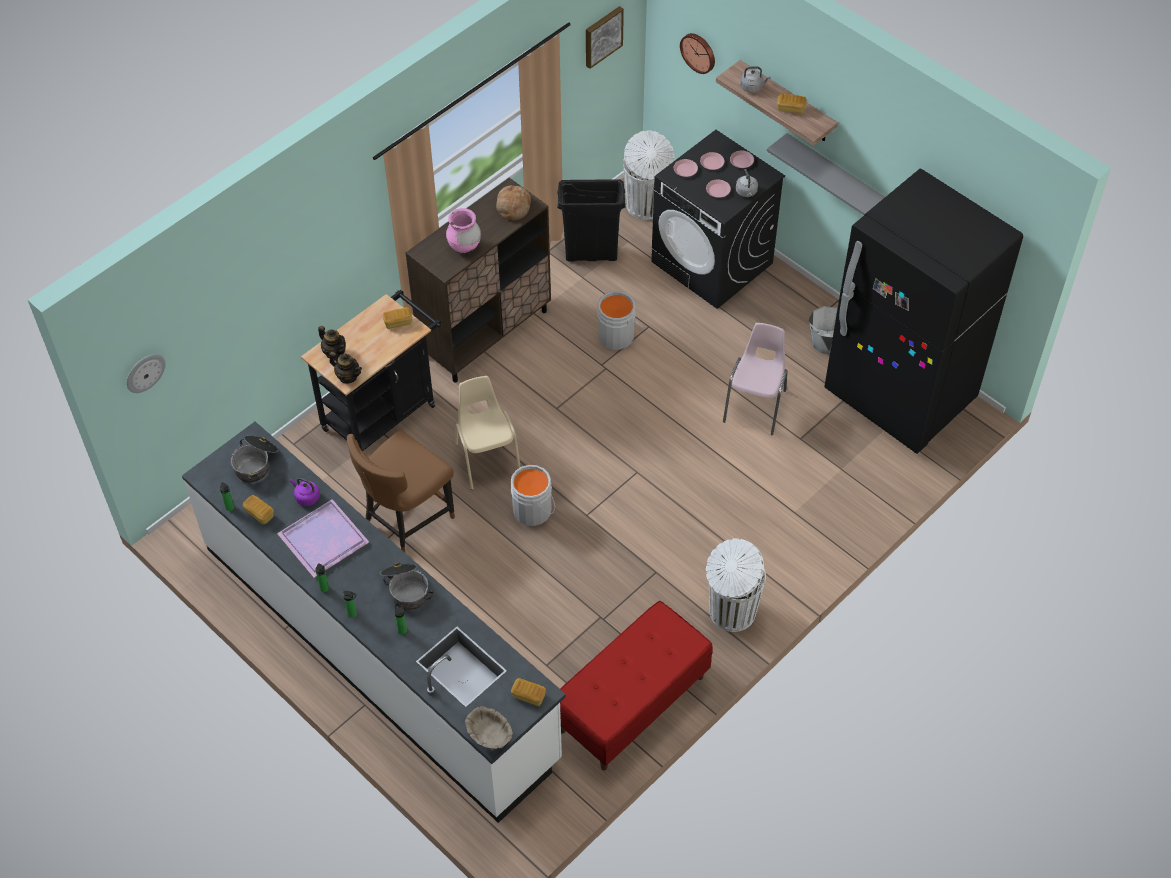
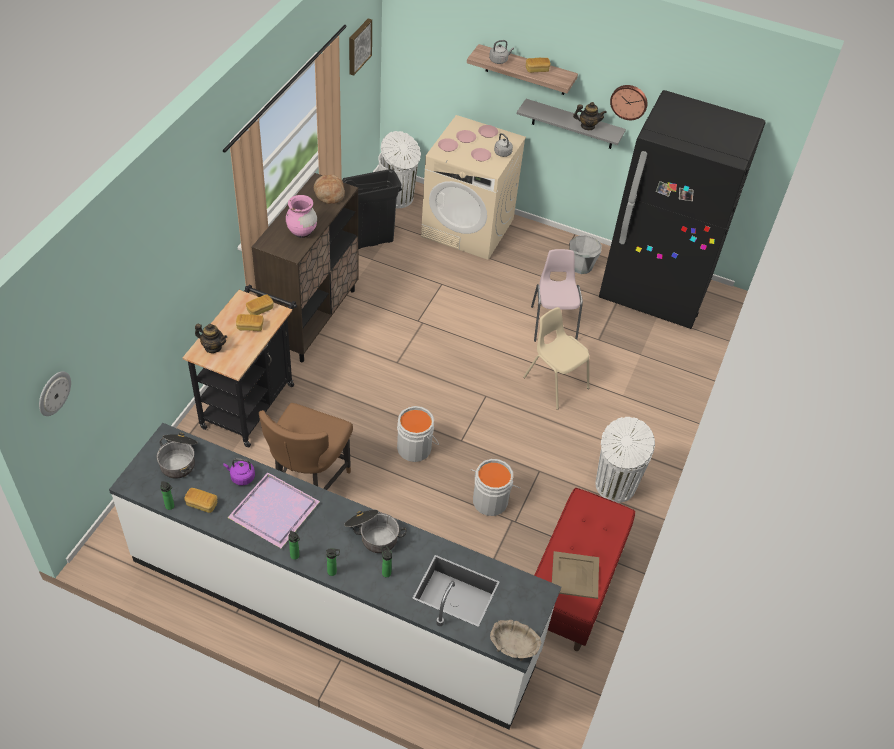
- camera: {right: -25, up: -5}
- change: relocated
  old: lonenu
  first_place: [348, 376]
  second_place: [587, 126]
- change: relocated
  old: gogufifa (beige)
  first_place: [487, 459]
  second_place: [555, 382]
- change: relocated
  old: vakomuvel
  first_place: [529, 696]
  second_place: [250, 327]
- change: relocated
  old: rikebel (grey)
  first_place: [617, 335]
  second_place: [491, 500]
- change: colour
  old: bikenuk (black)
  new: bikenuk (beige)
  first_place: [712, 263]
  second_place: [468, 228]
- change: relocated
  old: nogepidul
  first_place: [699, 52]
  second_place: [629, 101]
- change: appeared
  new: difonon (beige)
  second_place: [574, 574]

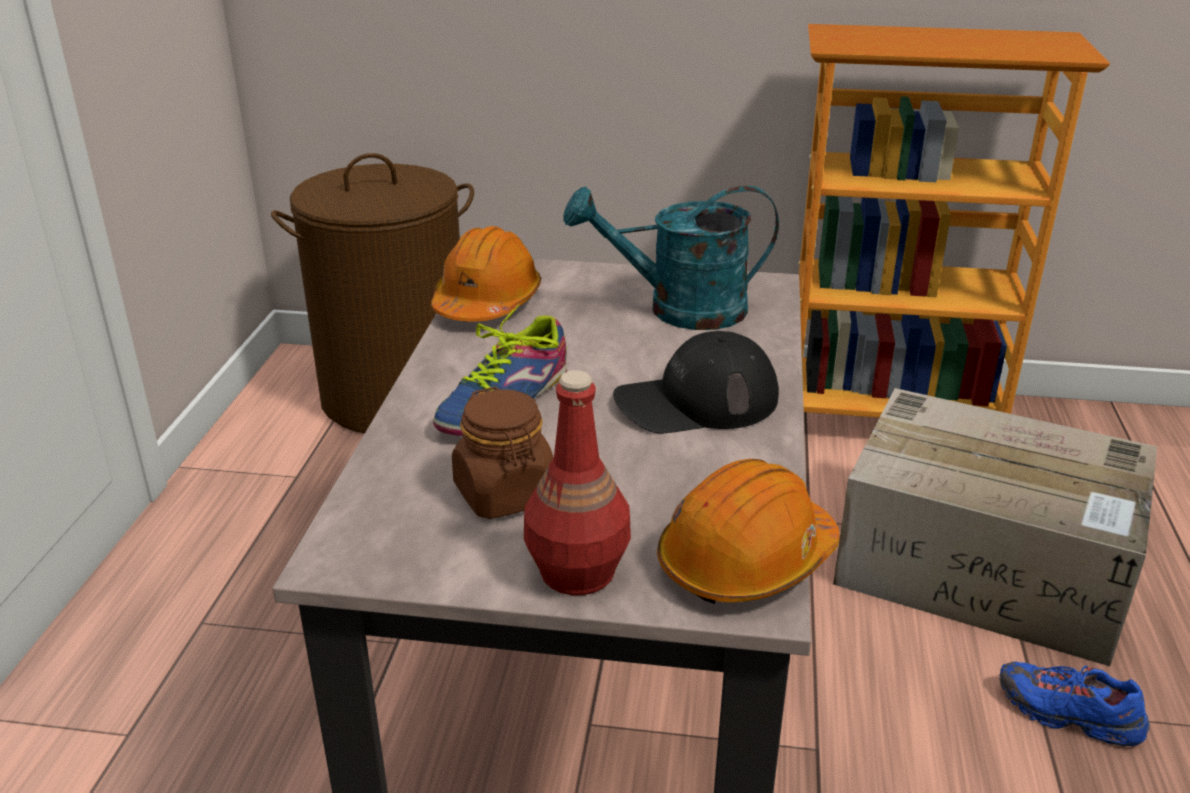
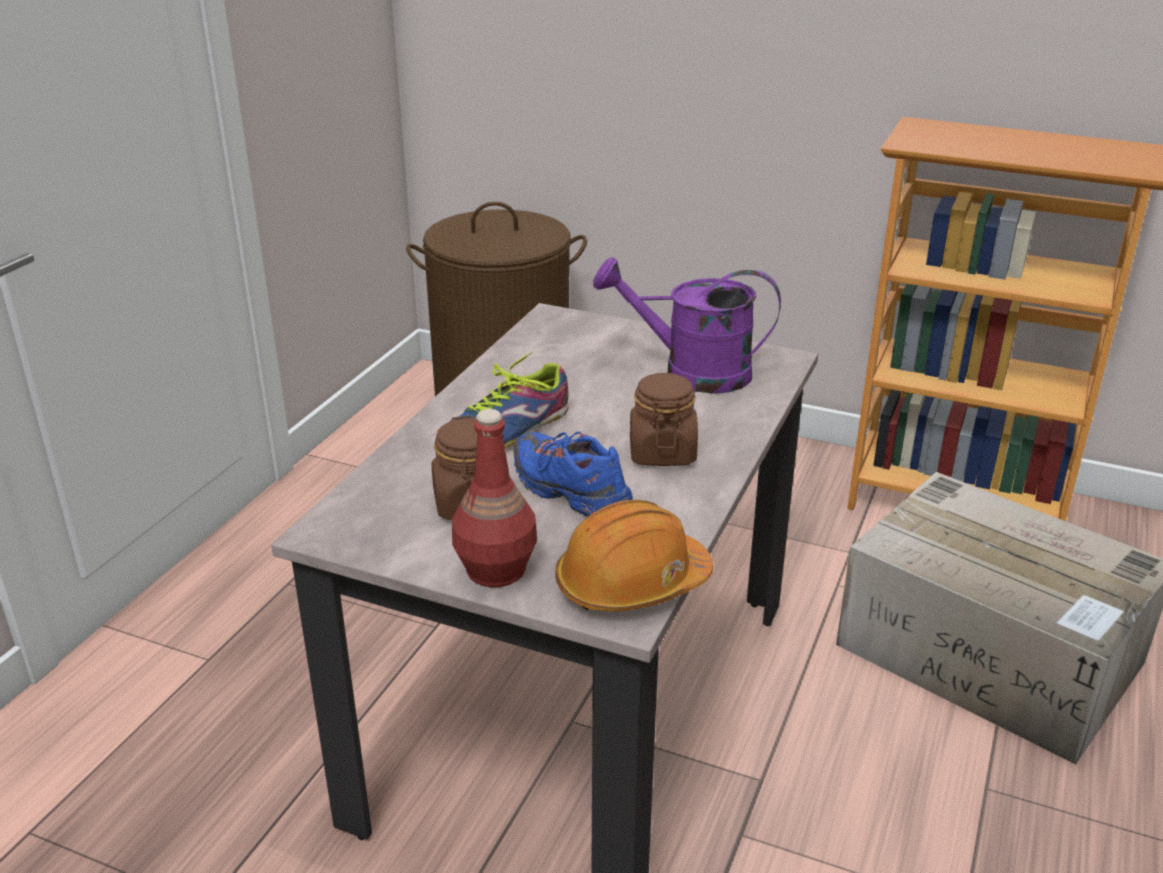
- camera: {right: 15, up: 0}
- change: missing
  old: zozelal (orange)
  first_place: [487, 302]
- change: colour
  old: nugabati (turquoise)
  new: nugabati (purple)
  first_place: [679, 310]
  second_place: [691, 372]
- change: exchanged
  old: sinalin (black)
  new: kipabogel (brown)
  first_place: [696, 401]
  second_place: [662, 452]
- change: relocated
  old: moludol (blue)
  first_place: [1068, 716]
  second_place: [569, 491]

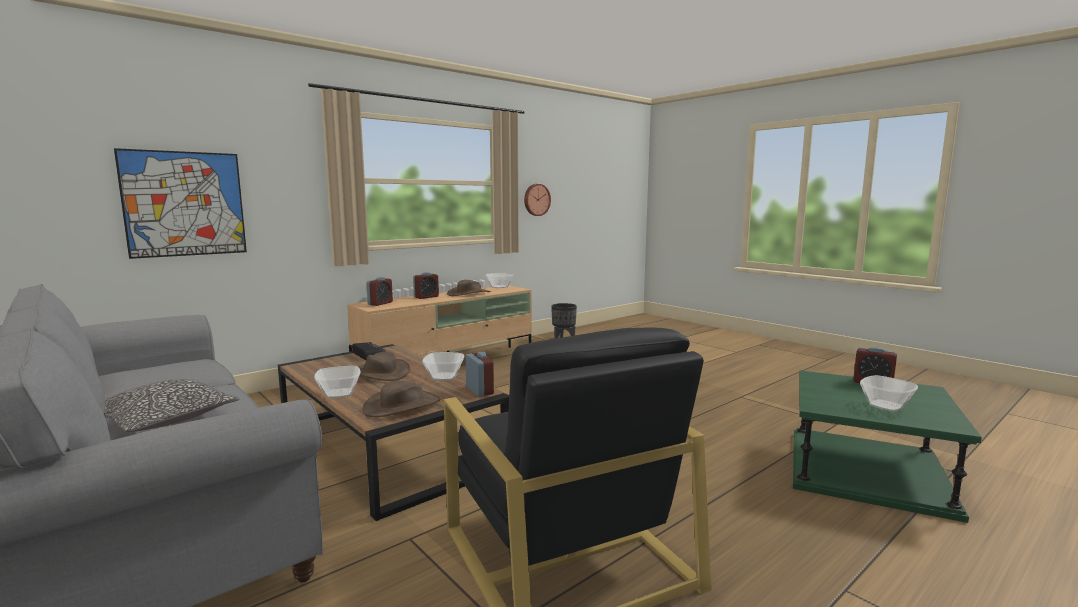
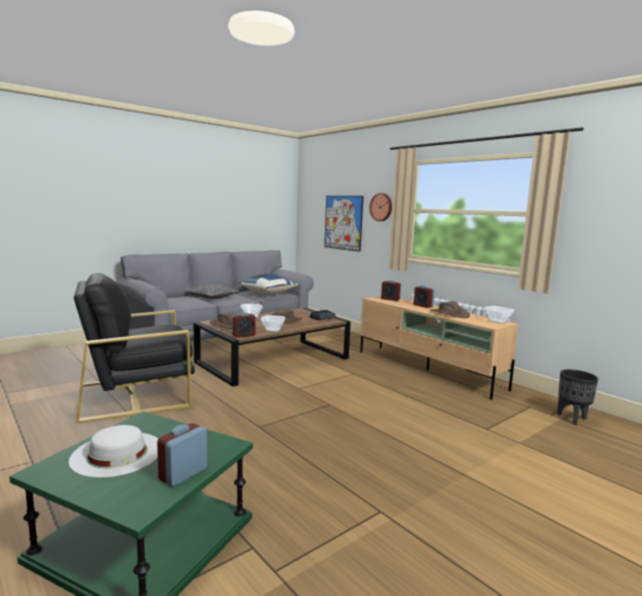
- camera: {right: 90, up: 0}
- change: relocated
  old: nogepidul
  first_place: [536, 199]
  second_place: [381, 207]
- change: exchanged
  old: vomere
  new: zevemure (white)
  first_place: [885, 406]
  second_place: [117, 453]
- change: appeared
  new: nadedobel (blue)
  second_place: [268, 293]

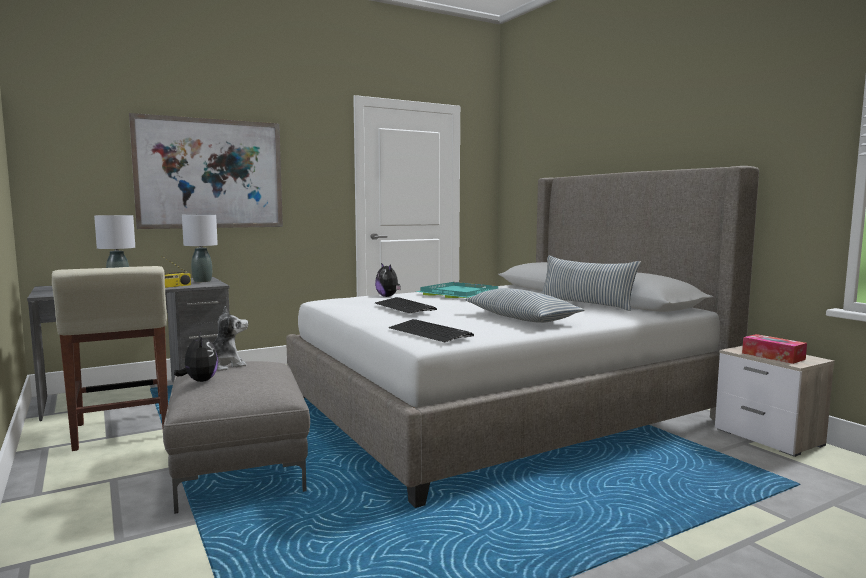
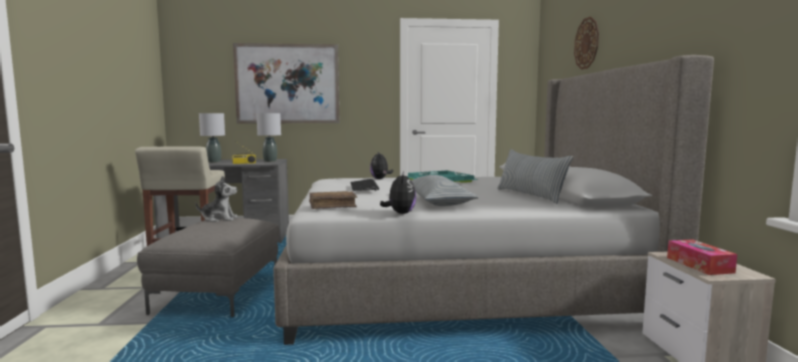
- camera: {right: 25, up: 0}
- change: relocated
  old: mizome
  first_place: [199, 381]
  second_place: [400, 213]
- change: exchanged
  old: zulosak
  new: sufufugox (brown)
  first_place: [430, 332]
  second_place: [332, 205]
- change: appeared
  new: nogepidul
  second_place: [587, 43]

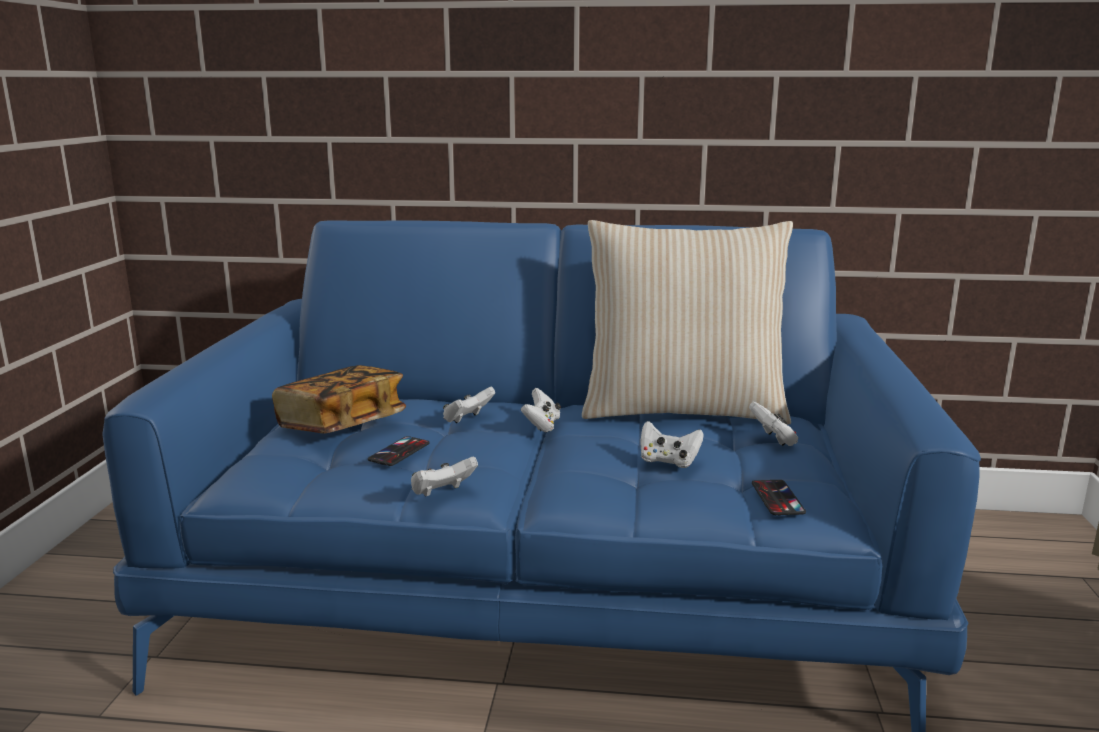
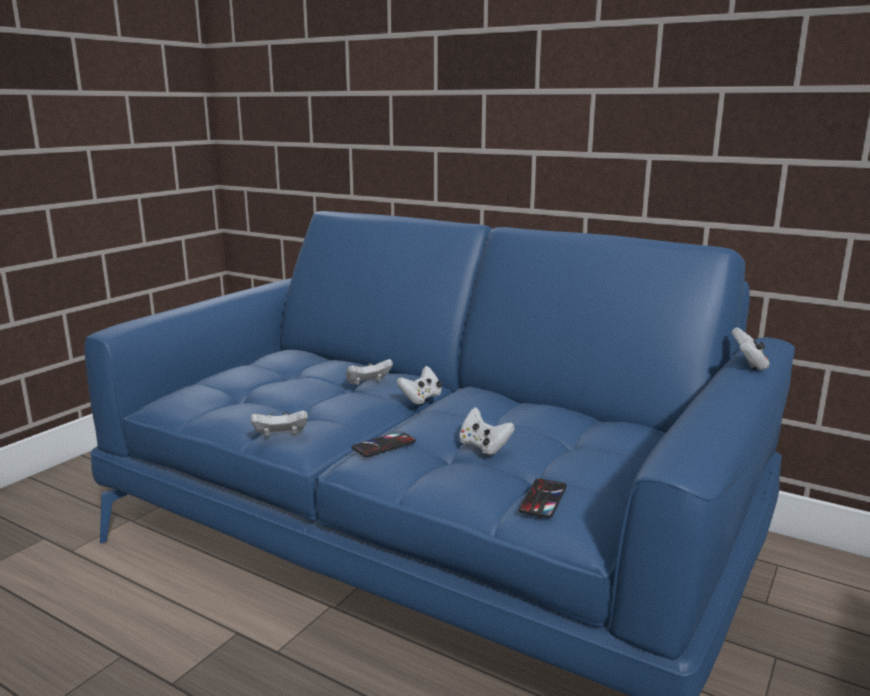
- camera: {right: 25, up: 0}
- change: missing
  old: sufufugox
  first_place: [342, 424]
- change: relocated
  old: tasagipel
  first_place: [399, 452]
  second_place: [384, 445]
- change: missing
  old: nadedobel (beige)
  first_place: [682, 410]
- change: relocated
  old: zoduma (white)
  first_place: [773, 440]
  second_place: [748, 364]

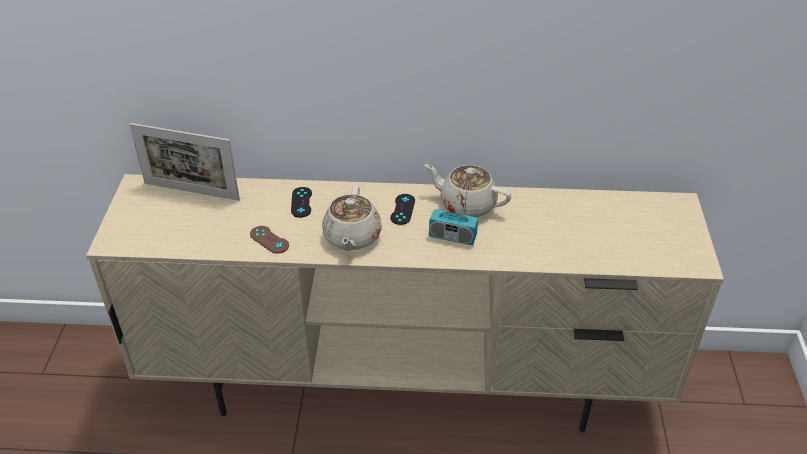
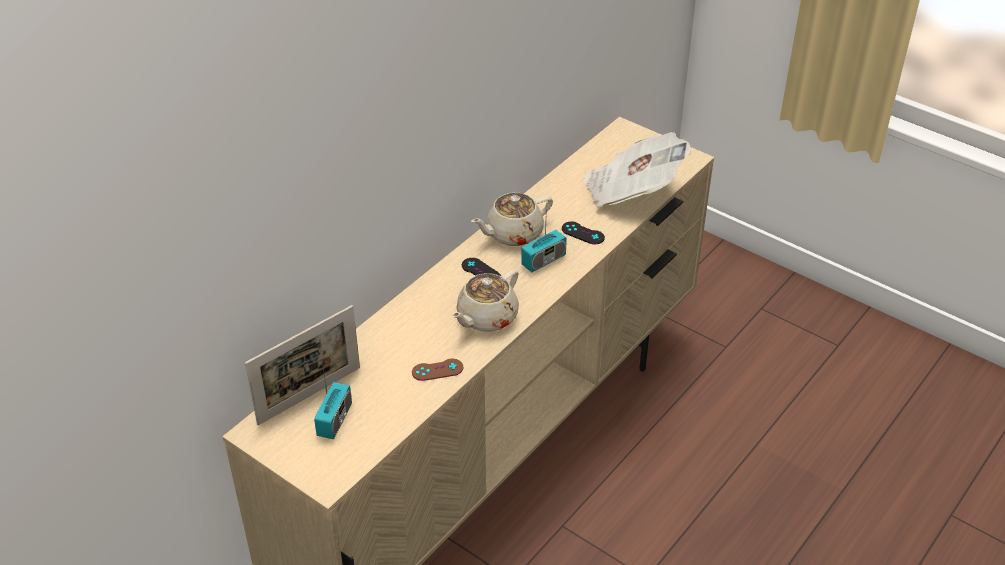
- camera: {right: -55, up: 0}
- change: relocated
  old: zoduma (black)
  first_place: [301, 202]
  second_place: [583, 233]
- change: spun
  old: lonenu (beige)
  first_place: [352, 237]
  second_place: [486, 317]
  degrees: 90
- change: appeared
  new: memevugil
  second_place: [335, 420]
- change: appeared
  new: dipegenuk
  second_place: [632, 191]

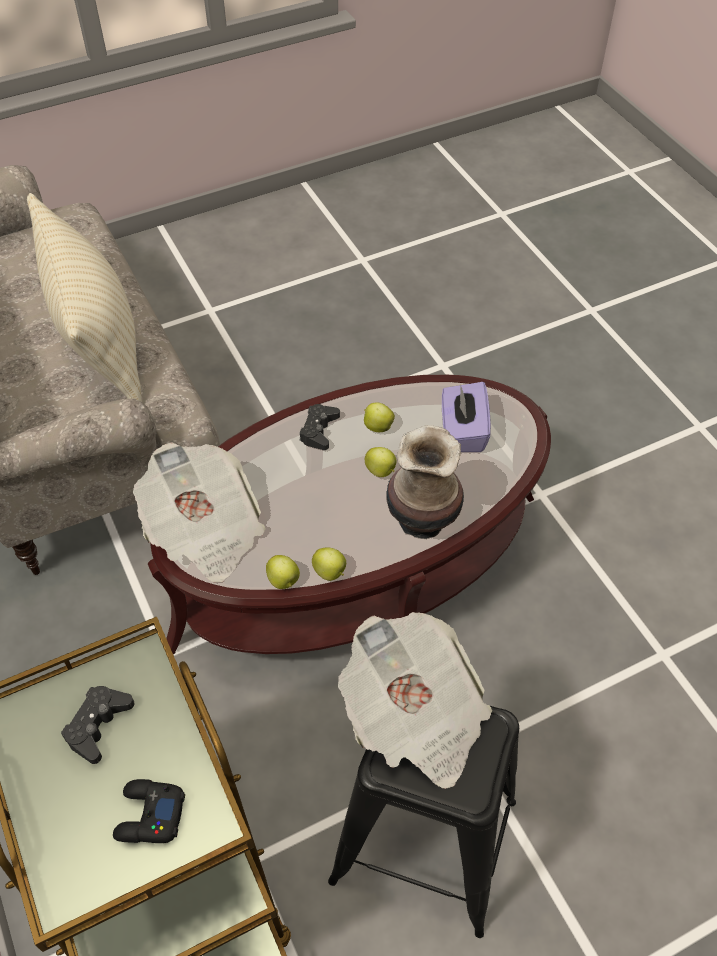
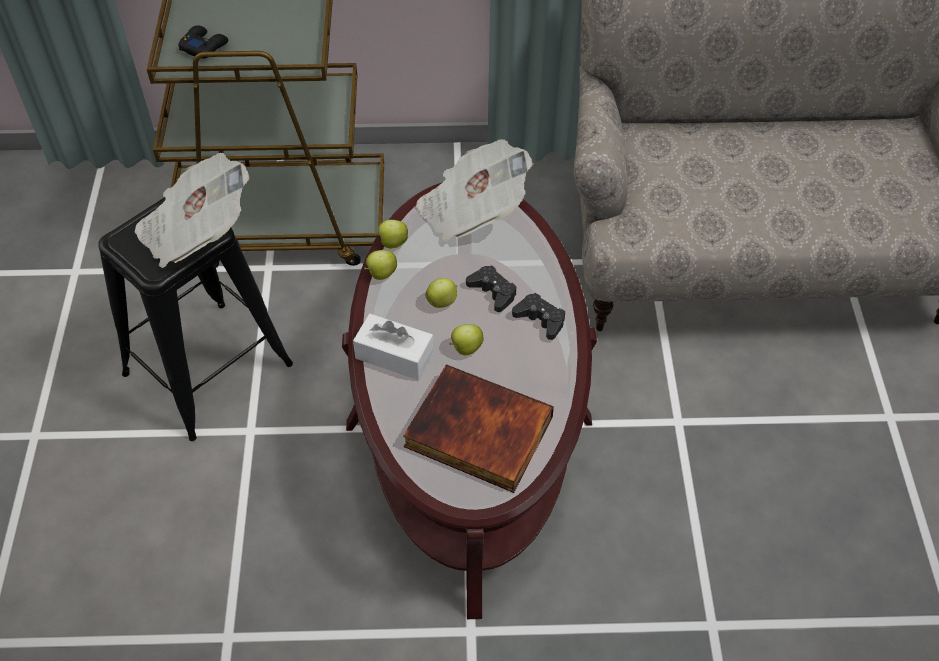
- camera: {right: 115, up: 0}
- change: missing
  old: nadedobel (beige)
  first_place: [98, 340]
- change: relocated
  old: zoduma (black)
  first_place: [98, 726]
  second_place: [493, 292]
- change: relocated
  old: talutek
  first_place: [377, 426]
  second_place: [442, 302]
- change: exchanged
  old: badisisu
  new: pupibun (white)
  first_place: [421, 519]
  second_place: [394, 355]
- change: exchanged
  old: pupibun (purple)
  new: sufufugox
  first_place: [462, 432]
  second_place: [476, 433]

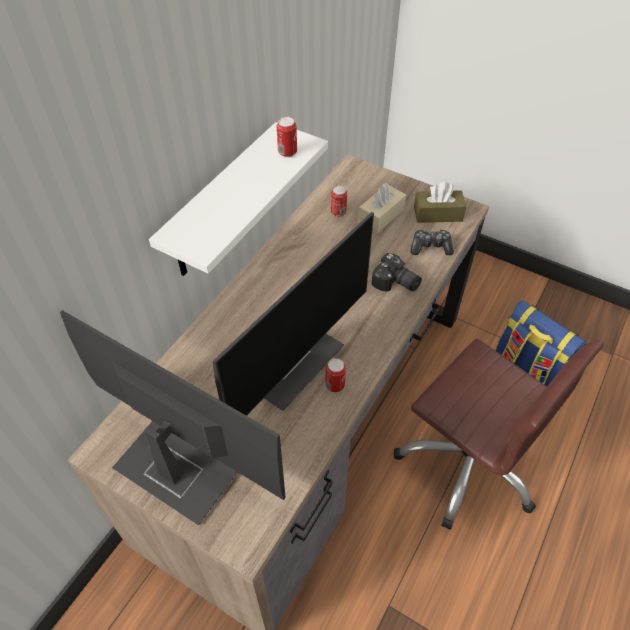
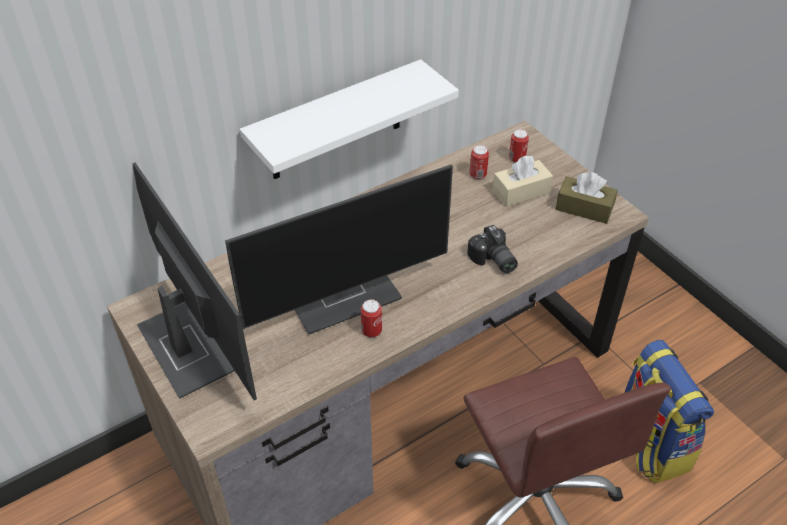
- camera: {right: 25, up: -5}
- change: relocated
  old: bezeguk
  first_place: [287, 152]
  second_place: [517, 159]
- change: missing
  old: zoduma
  first_place: [430, 247]

